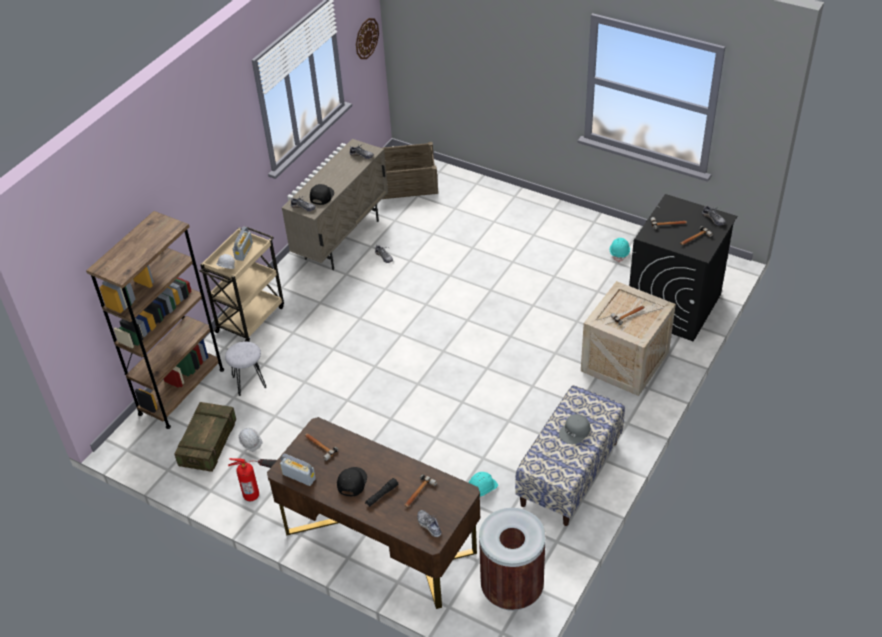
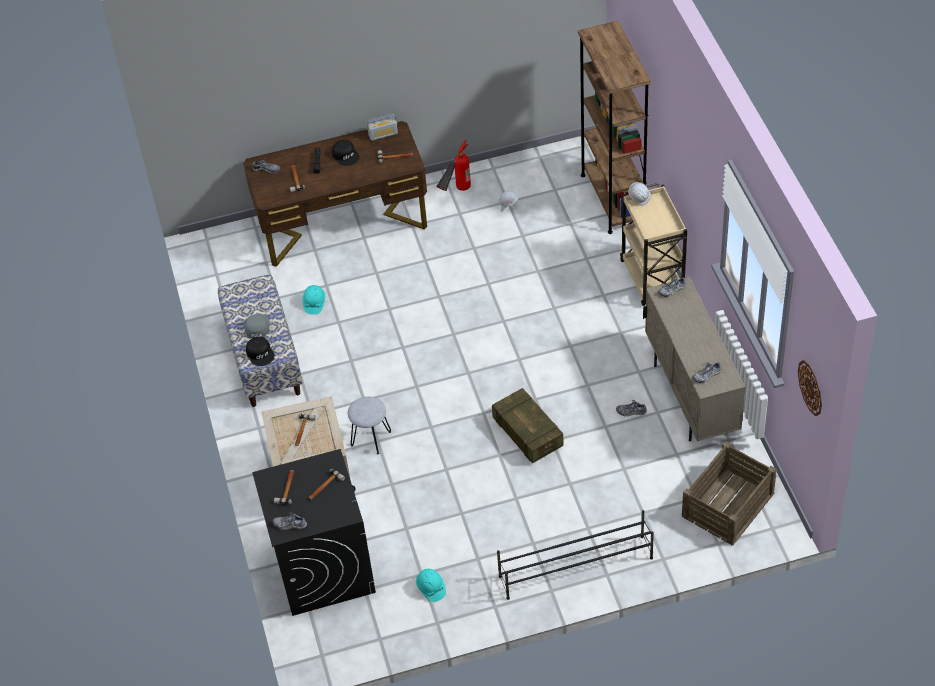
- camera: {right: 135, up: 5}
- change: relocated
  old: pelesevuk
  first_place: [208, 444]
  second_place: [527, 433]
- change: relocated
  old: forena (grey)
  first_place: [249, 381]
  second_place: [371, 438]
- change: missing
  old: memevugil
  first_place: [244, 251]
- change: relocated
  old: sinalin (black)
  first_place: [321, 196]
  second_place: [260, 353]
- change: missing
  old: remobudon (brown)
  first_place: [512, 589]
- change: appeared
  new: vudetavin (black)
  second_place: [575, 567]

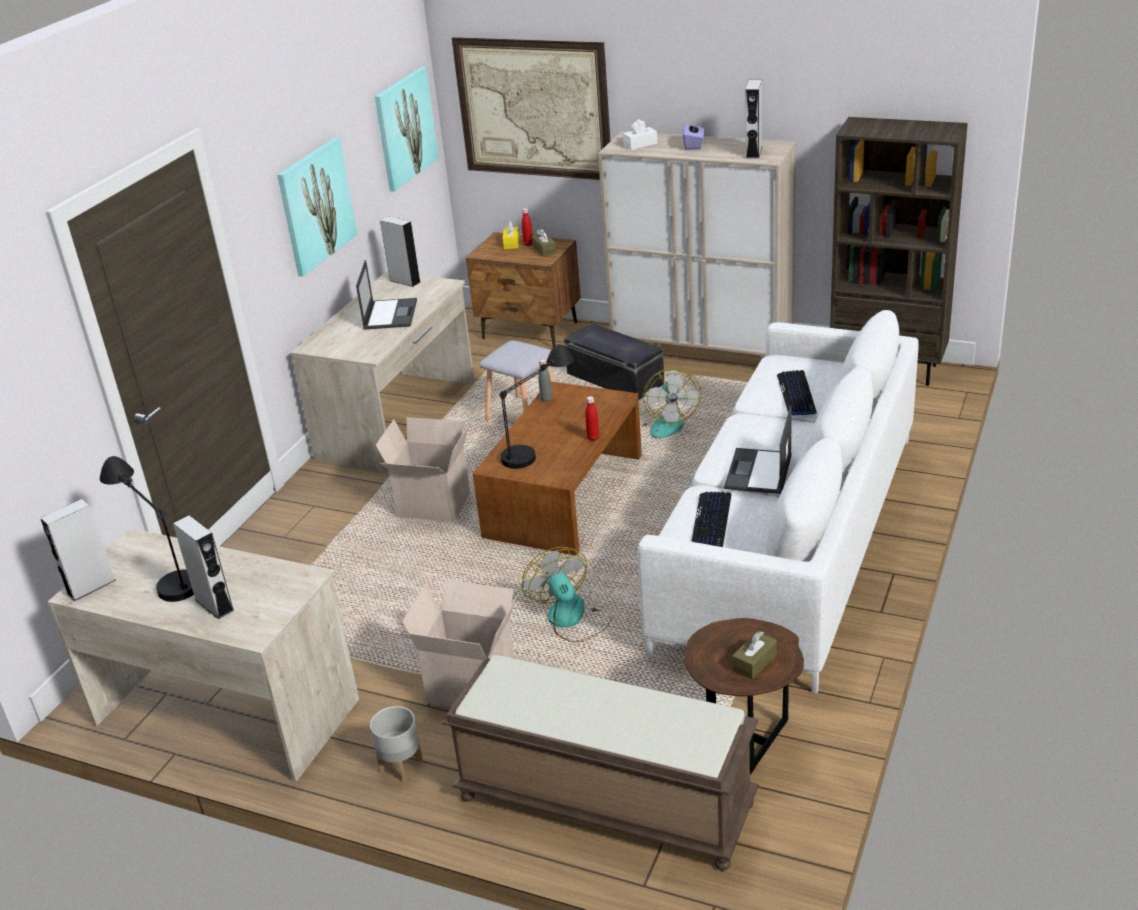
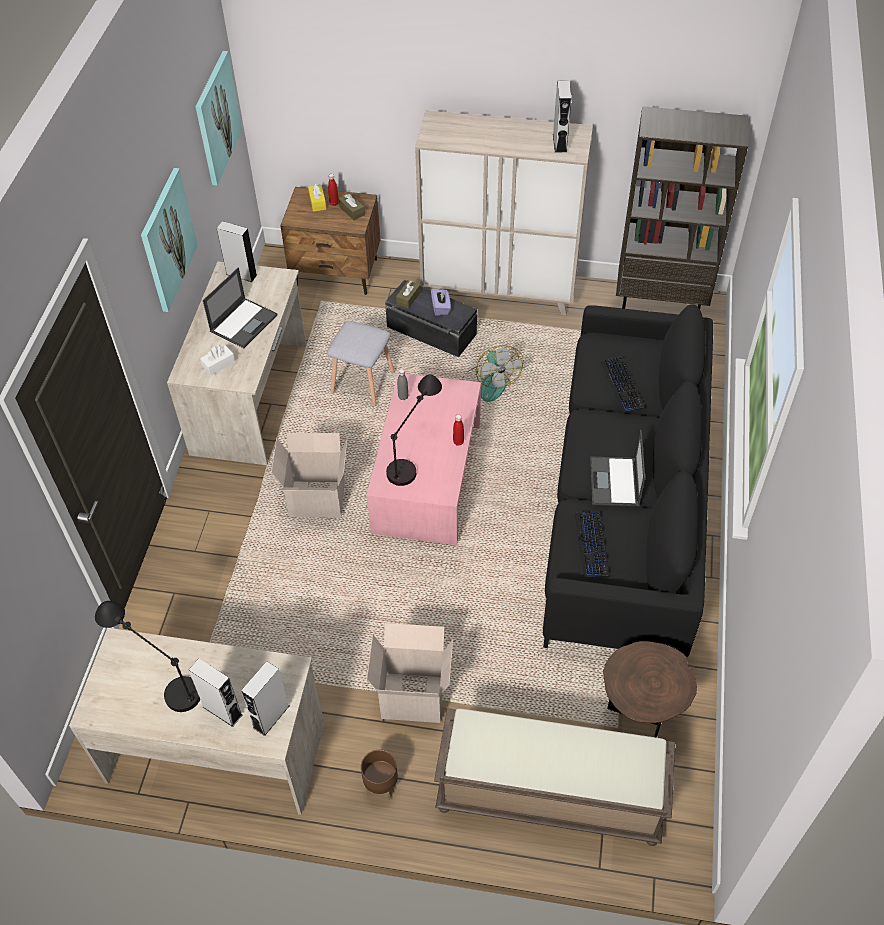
- camera: {right: -15, up: 20}
- change: relocated
  old: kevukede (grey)
  first_place: [91, 586]
  second_place: [271, 716]
- change: spun
  old: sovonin
  first_place: [390, 314]
  second_place: [244, 322]
  degrees: 45
- change: colour
  old: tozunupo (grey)
  new: tozunupo (brown)
  first_place: [400, 766]
  second_place: [381, 786]
- change: missing
  old: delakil
  first_place: [533, 108]
- change: colour
  old: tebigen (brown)
  new: tebigen (pink)
  first_place: [565, 495]
  second_place: [428, 476]
- change: missing
  old: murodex
  first_place: [572, 619]
- change: relocated
  old: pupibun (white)
  first_place: [640, 145]
  second_place: [218, 364]
- change: colour
  old: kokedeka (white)
  new: kokedeka (black)
  first_place: [789, 538]
  second_place: [624, 506]
- change: relocated
  old: pupibun (purple)
  first_place: [693, 145]
  second_place: [441, 307]
- change: relocated
  old: pupibun (brown)
  first_place: [754, 662]
  second_place: [408, 298]

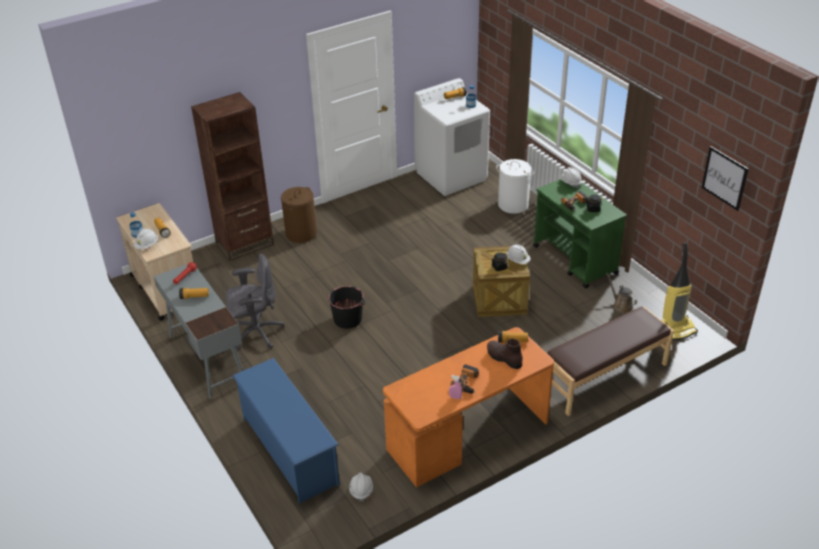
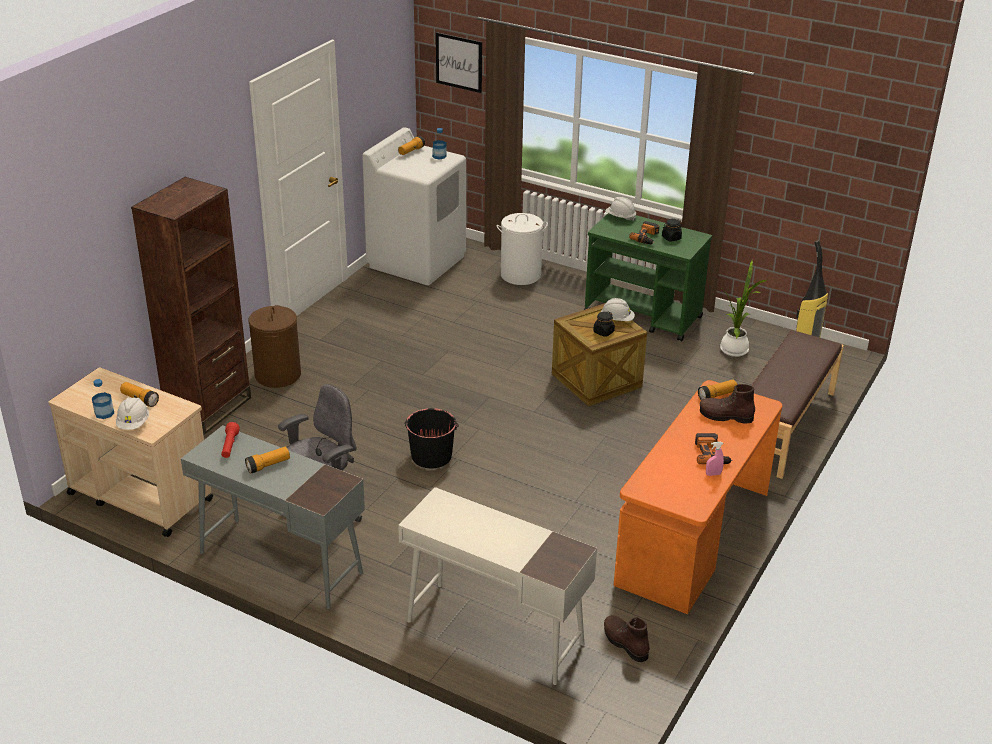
- camera: {right: -30, up: -5}
- change: exchanged
  old: vudetavin (blue)
  new: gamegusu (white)
  first_place: [289, 450]
  second_place: [494, 632]
- change: exchanged
  old: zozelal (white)
  new: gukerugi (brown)
  first_place: [361, 490]
  second_place: [625, 643]
- change: exchanged
  old: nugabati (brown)
  new: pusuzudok
  first_place: [621, 306]
  second_place: [735, 349]
- change: relocated
  old: delakil
  first_place: [724, 178]
  second_place: [459, 62]

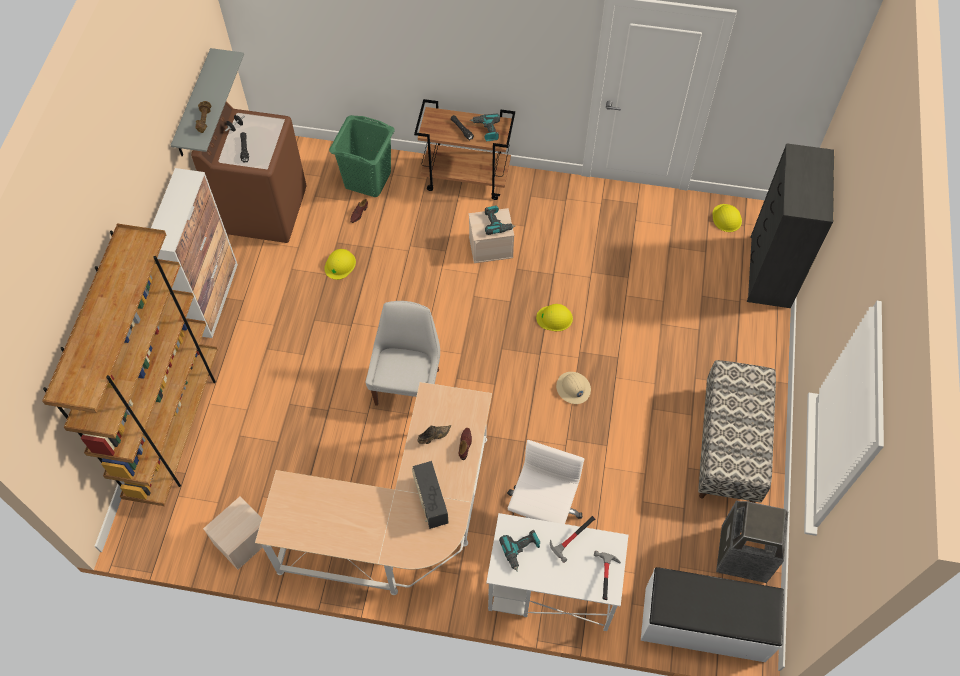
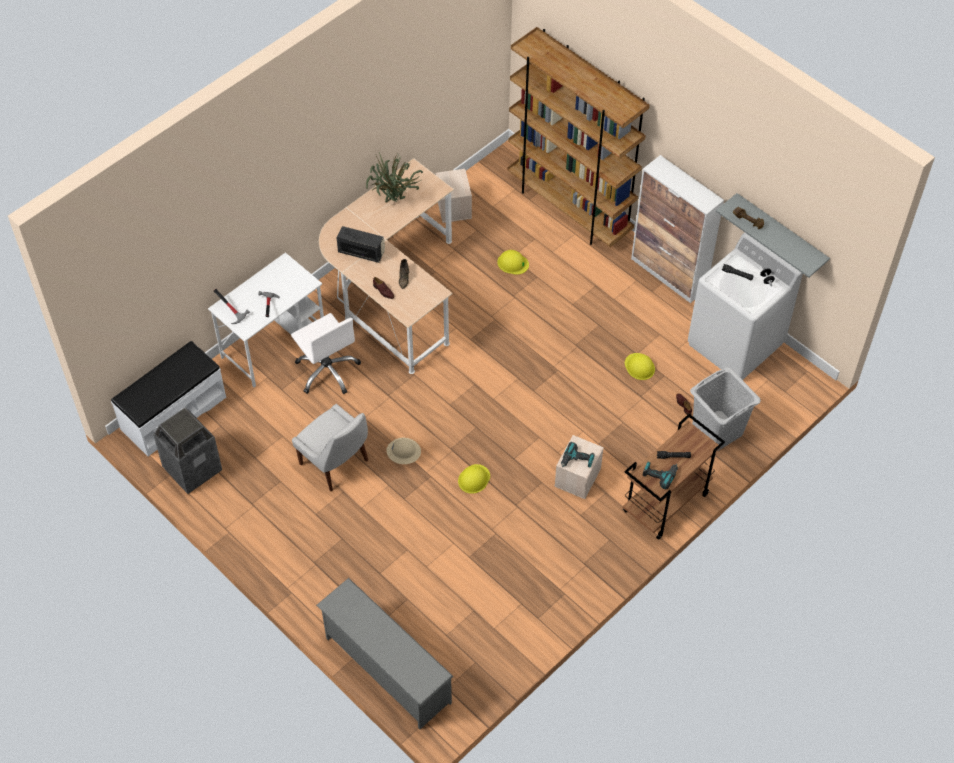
- camera: {right: 125, up: -5}
- change: colour
  old: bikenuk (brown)
  new: bikenuk (white)
  first_place: [263, 210]
  second_place: [735, 344]
- change: colour
  old: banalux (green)
  new: banalux (grey)
  first_place: [368, 179]
  second_place: [717, 431]
- change: relocated
  old: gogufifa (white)
  first_place: [408, 384]
  second_place: [336, 463]
- change: missing
  old: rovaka
  first_place: [521, 550]
- change: missing
  old: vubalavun
  first_place: [729, 446]
- change: relocated
  old: zozelal (yellow)
  first_place: [726, 218]
  second_place: [512, 263]
- change: exchanged
  old: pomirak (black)
  new: vudetavin (grey)
  first_place: [770, 272]
  second_place: [386, 670]
- change: appeared
  new: pusuzudok
  second_place: [393, 202]

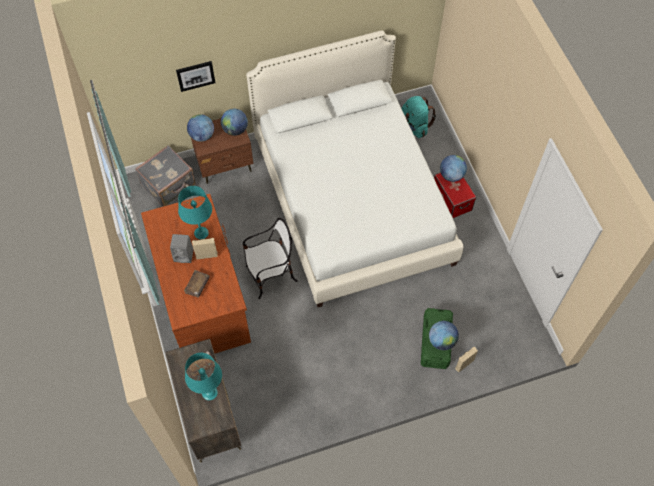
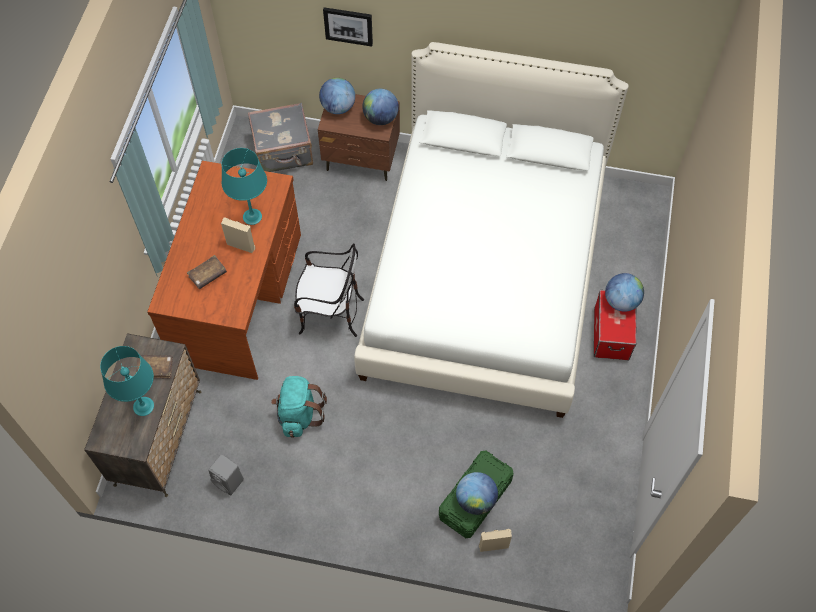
- camera: {right: 30, up: 0}
- change: relocated
  old: kevukede (grey)
  first_place: [184, 255]
  second_place: [229, 481]
- change: relocated
  old: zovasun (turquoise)
  first_place: [414, 126]
  second_place: [299, 414]

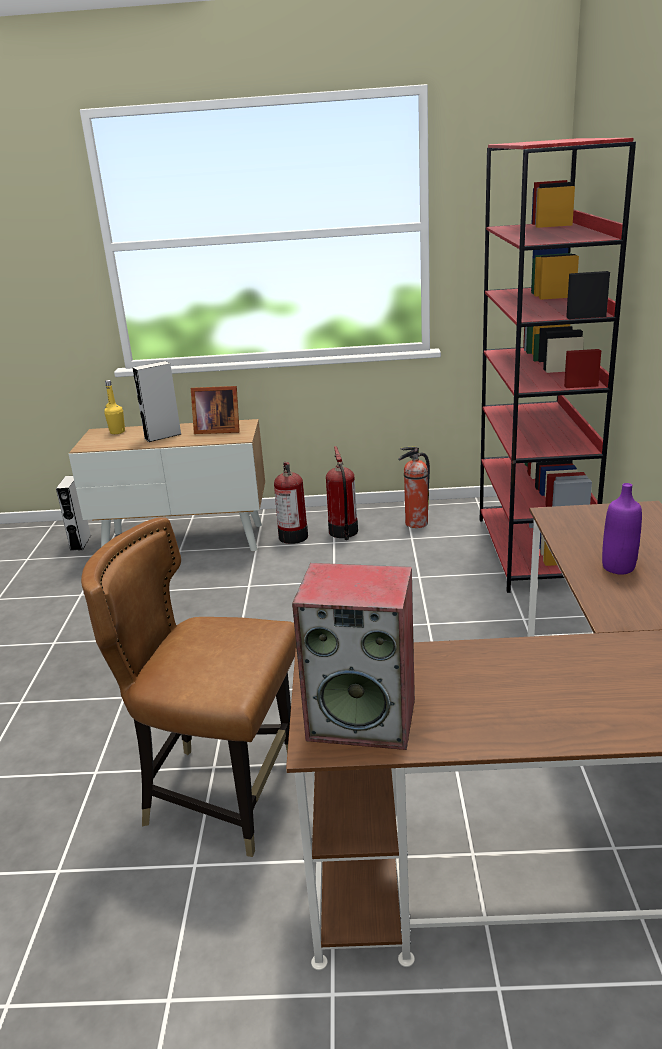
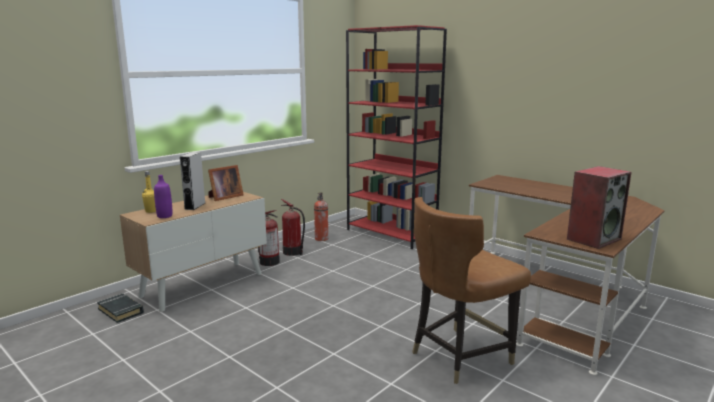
- camera: {right: -50, up: -10}
- change: exchanged
  old: kevukede (grey)
  new: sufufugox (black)
  first_place: [80, 543]
  second_place: [121, 311]
- change: relocated
  old: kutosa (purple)
  first_place: [618, 567]
  second_place: [164, 216]

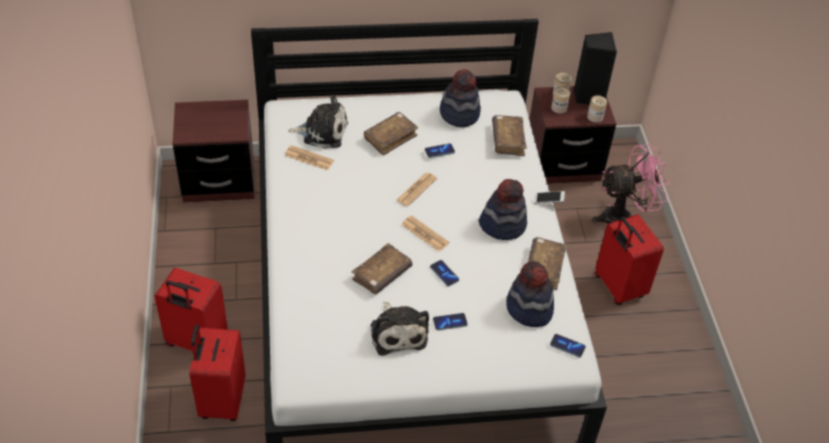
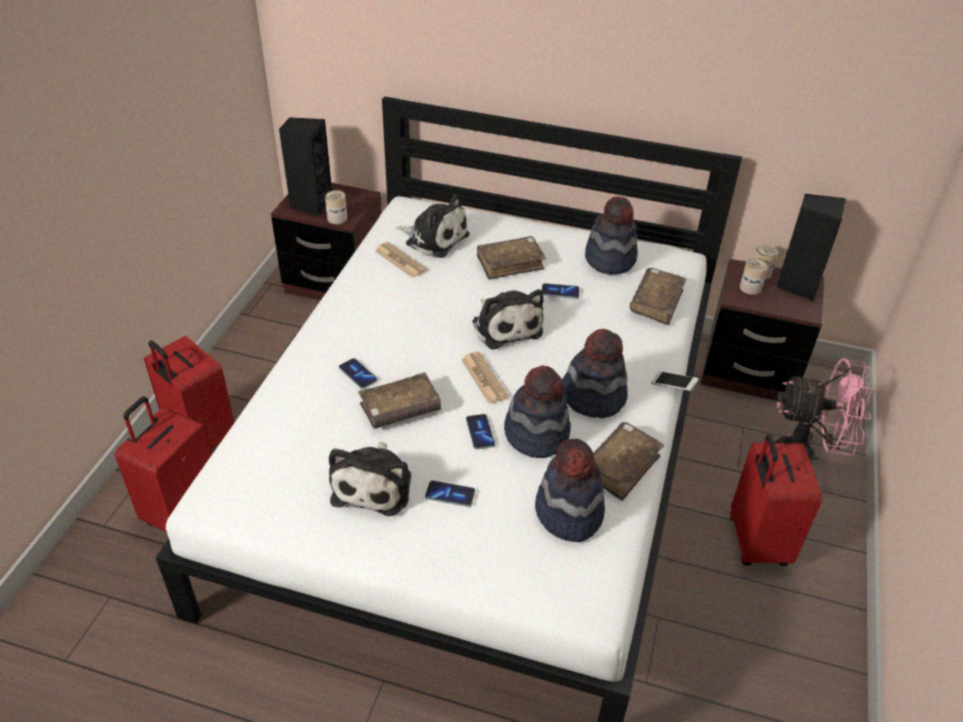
- camera: {right: 25, up: -5}
- change: exchanged
  old: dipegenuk
  new: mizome
  first_place: [416, 189]
  second_place: [505, 326]
- change: relocated
  old: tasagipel
  first_place: [567, 346]
  second_place: [358, 374]
- change: relocated
  old: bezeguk
  first_place: [595, 117]
  second_place: [337, 218]
- change: appeared
  new: kevukede (black)
  second_place: [310, 204]
- change: appeared
  new: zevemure
  second_place: [536, 434]

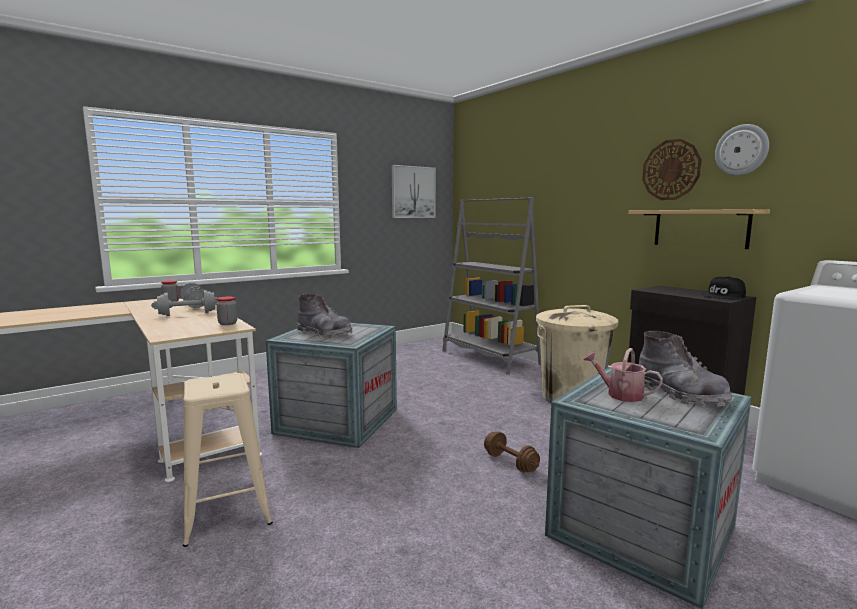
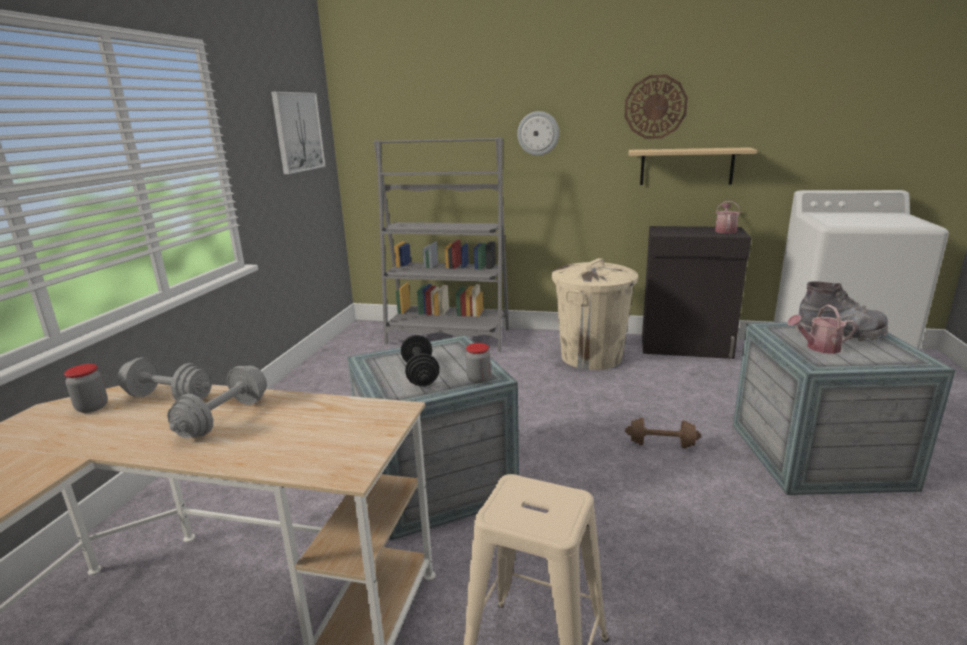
- camera: {right: -40, up: 10}
- change: relocated
  old: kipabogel
  first_place: [227, 323]
  second_place: [478, 379]
- change: exchanged
  old: gukerugi (grey)
  new: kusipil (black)
  first_place: [324, 333]
  second_place: [420, 374]
- change: exchanged
  old: sinalin (black)
  new: nugabati
  first_place: [724, 296]
  second_place: [725, 230]
- change: relocated
  old: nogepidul
  first_place: [741, 150]
  second_place: [538, 133]

